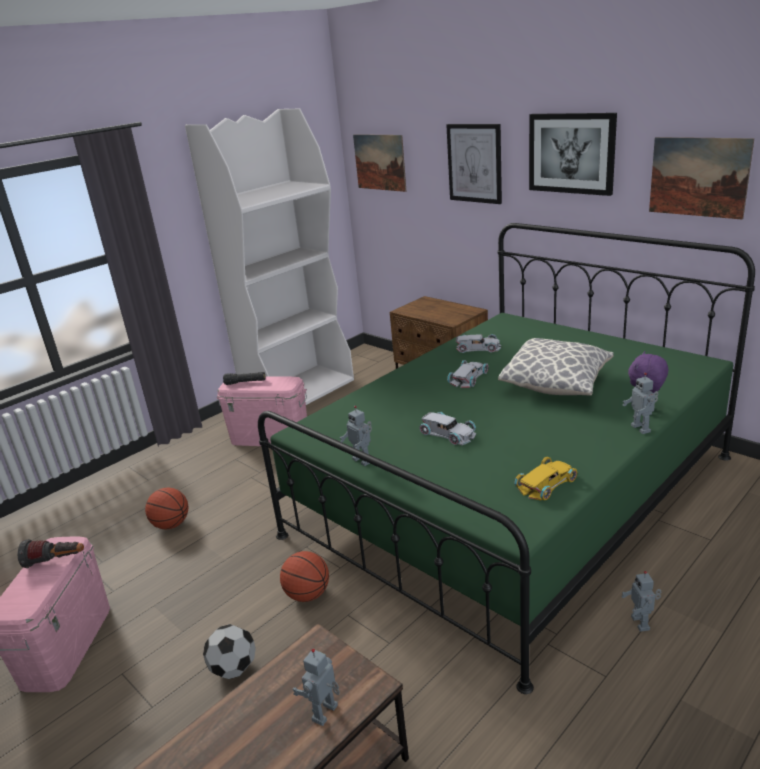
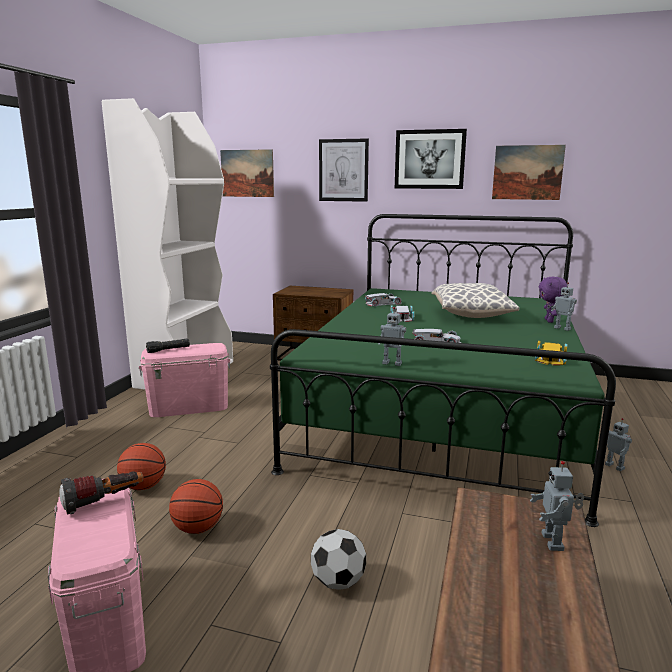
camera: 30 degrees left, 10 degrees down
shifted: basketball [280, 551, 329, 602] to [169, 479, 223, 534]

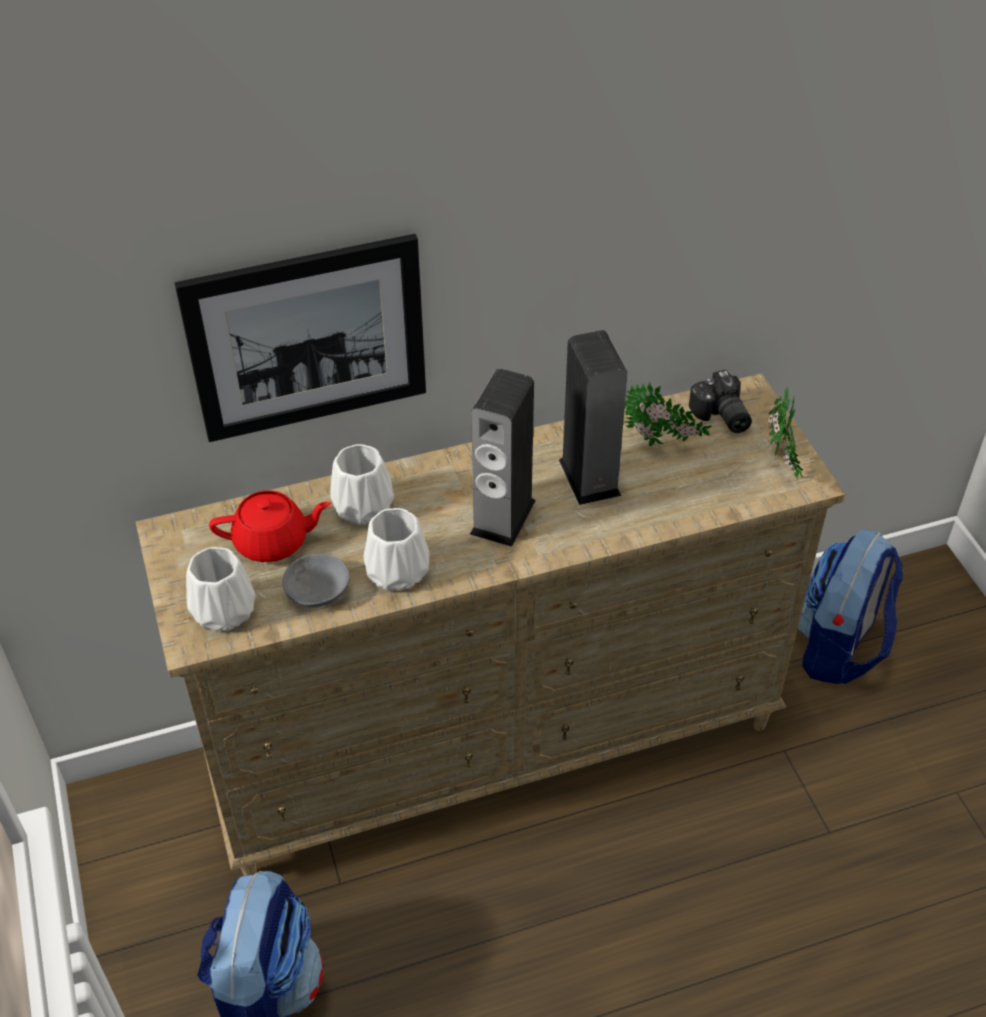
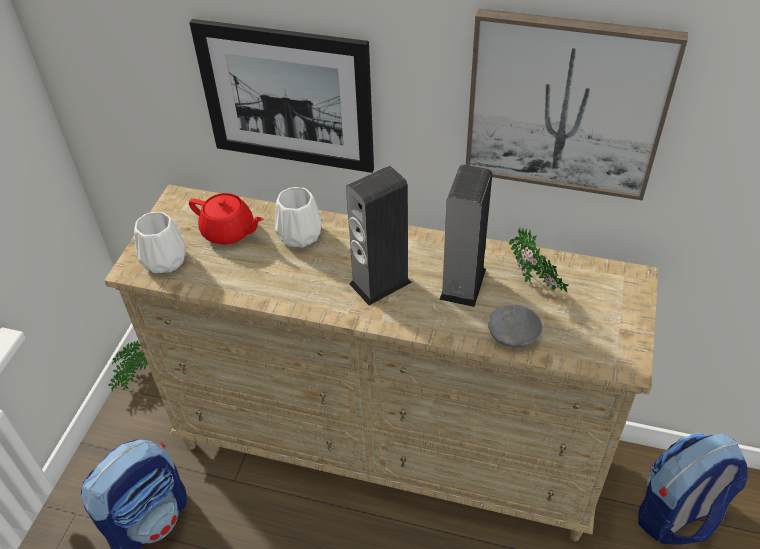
camera: 35 degrees right, 0 degrees up
gone: white vase [363, 508, 429, 591]; photo camera [689, 370, 752, 433]
new: picture [466, 8, 688, 201]
shifted: grey bowl [282, 554, 350, 607] to [488, 305, 542, 348]; potted plant [768, 387, 805, 480] to [108, 341, 148, 392]

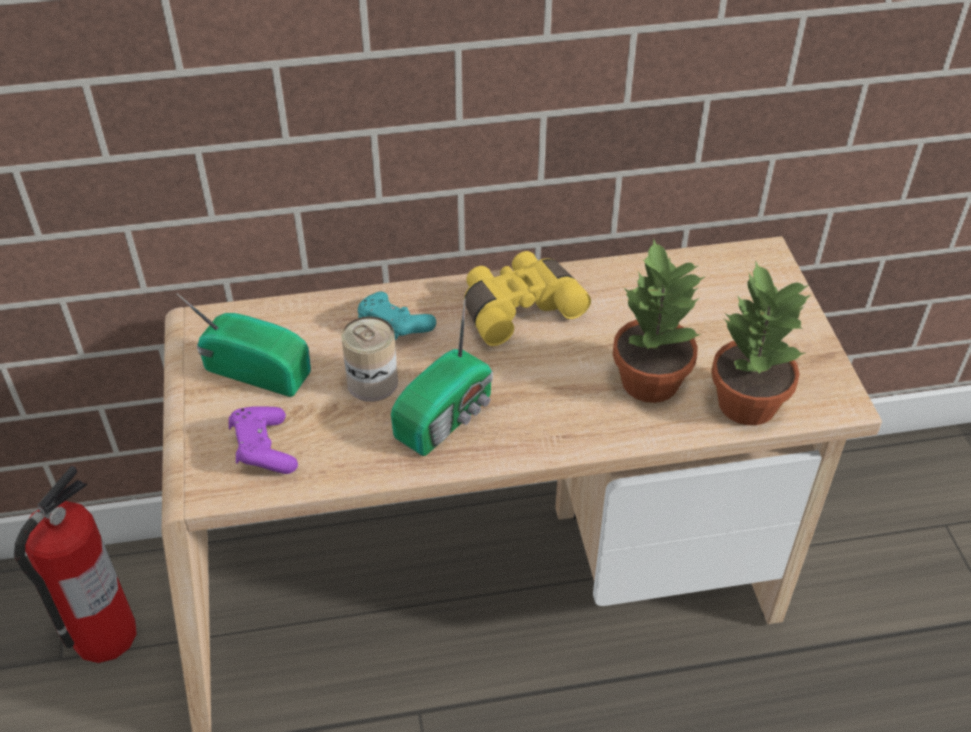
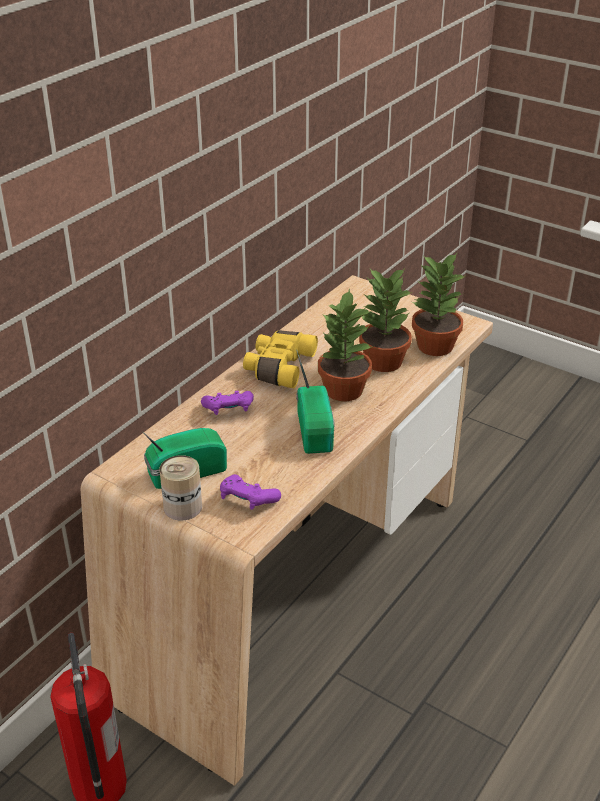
camera: 45 degrees left, 10 degrees down
new: potted plant [318, 289, 372, 401]
shifted: can [341, 316, 398, 402] to [159, 455, 202, 521]
repainted: turquoise game controller [358, 291, 436, 340] to purple game controller [201, 391, 254, 415]

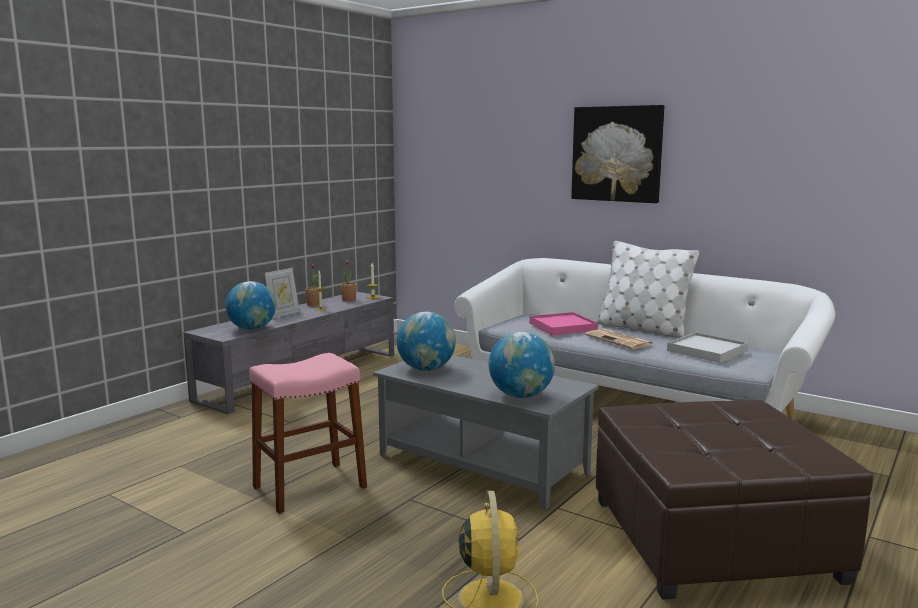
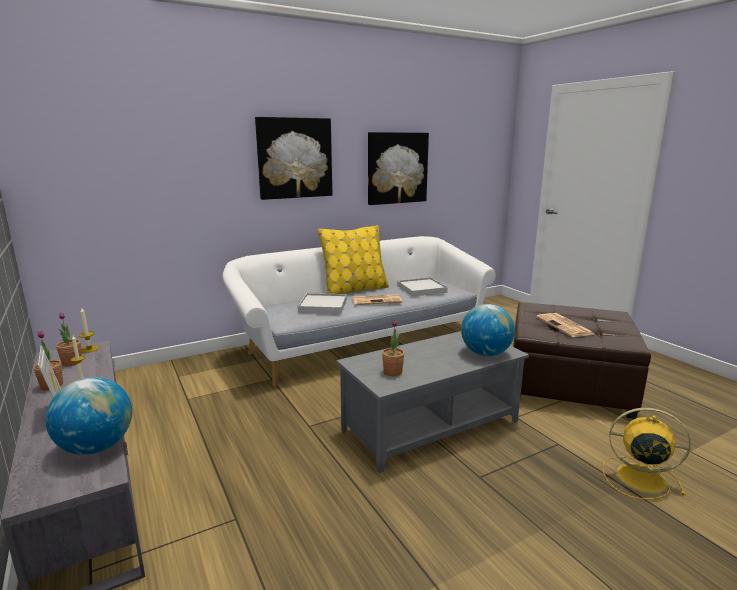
camera: 65 degrees left, 5 degrees up
gone: pink stool [249, 353, 367, 514]
new: picture [368, 132, 429, 205]; newspaper [536, 313, 595, 337]
swapped: globe [397, 312, 456, 371] to potted plant [382, 320, 404, 376]
repainted: pink tray [529, 312, 598, 335] to white tray [298, 293, 347, 314]; white pillow [596, 241, 700, 338] to yellow pillow [318, 225, 389, 294]

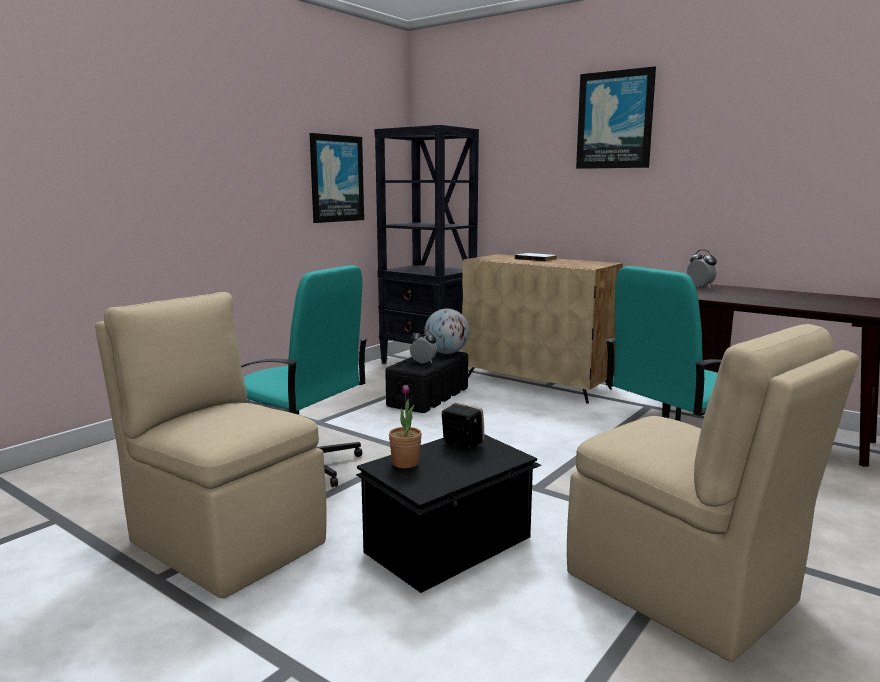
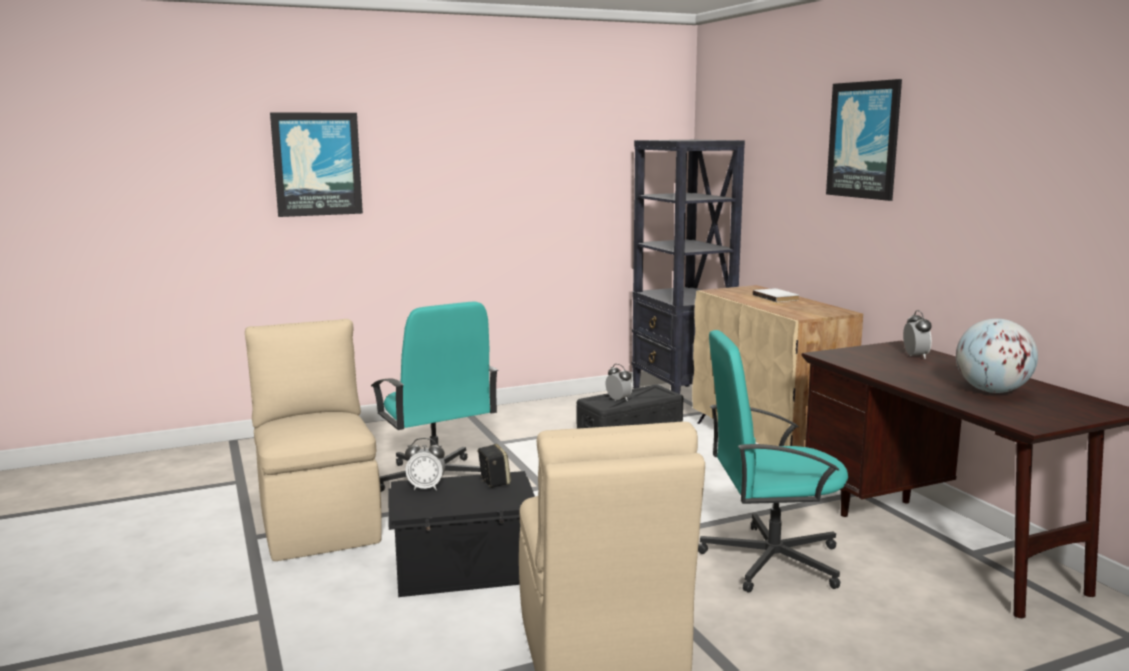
camera: 30 degrees right, 0 degrees up
shifted: picture [310, 133, 364, 223] to [270, 113, 363, 217]; globe [424, 309, 469, 354] to [956, 318, 1038, 393]
swapped: potted plant [389, 385, 422, 468] to alarm clock [405, 438, 445, 490]

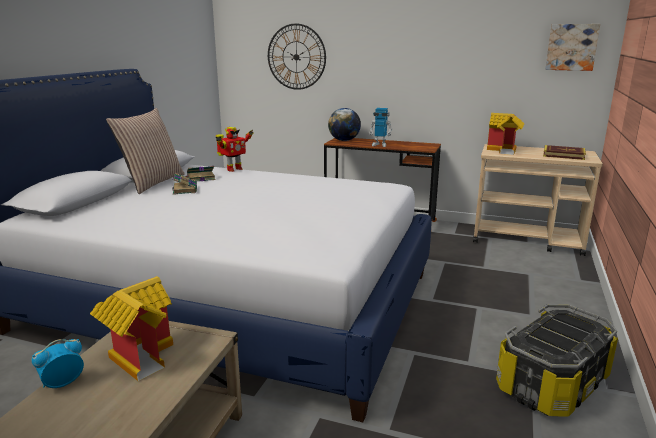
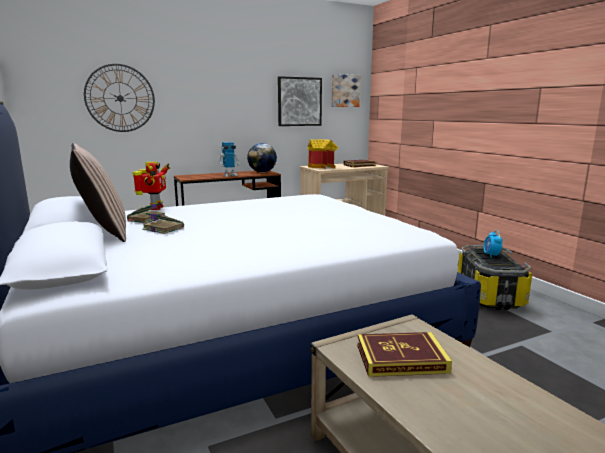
camera: 45 degrees left, 5 degrees down
new: picture [278, 76, 322, 126]
shifted: alarm clock [32, 339, 84, 388] to [483, 230, 503, 258]; globe [328, 108, 361, 141] to [247, 143, 277, 173]
swapped: toy house [90, 276, 173, 381] to book [357, 332, 452, 377]

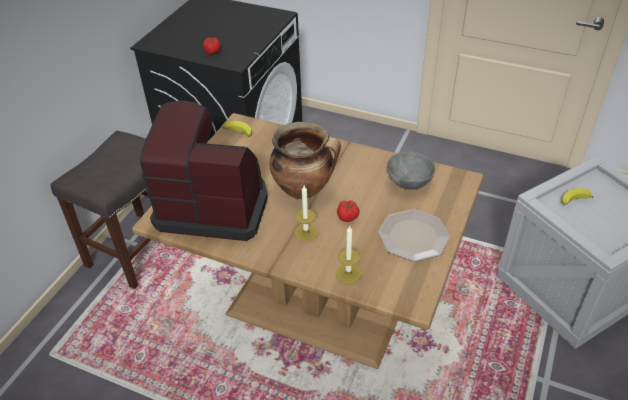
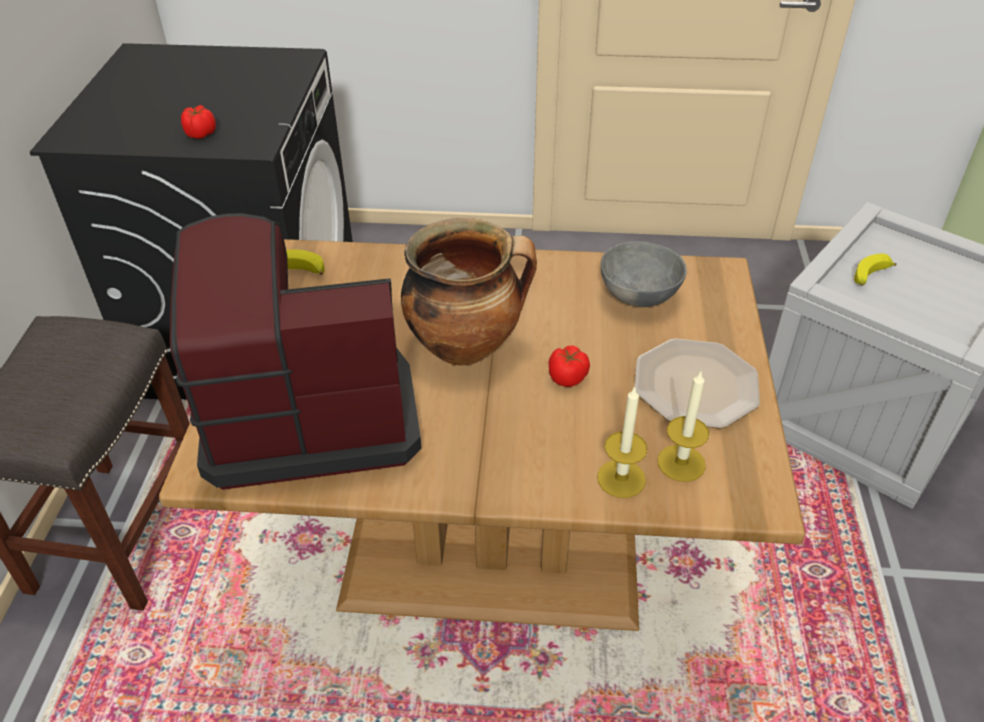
camera: 20 degrees left, 0 degrees up
shifted: candle [294, 185, 318, 242] to [657, 370, 709, 482]

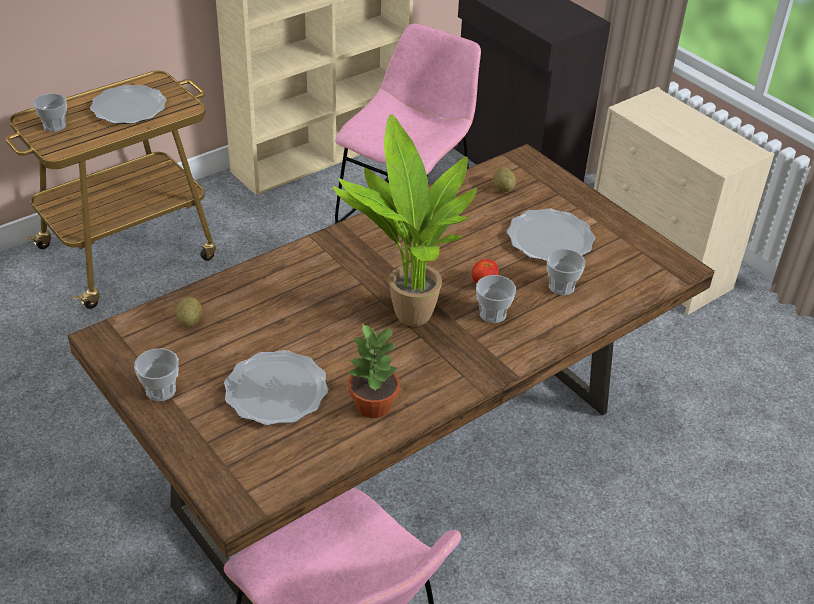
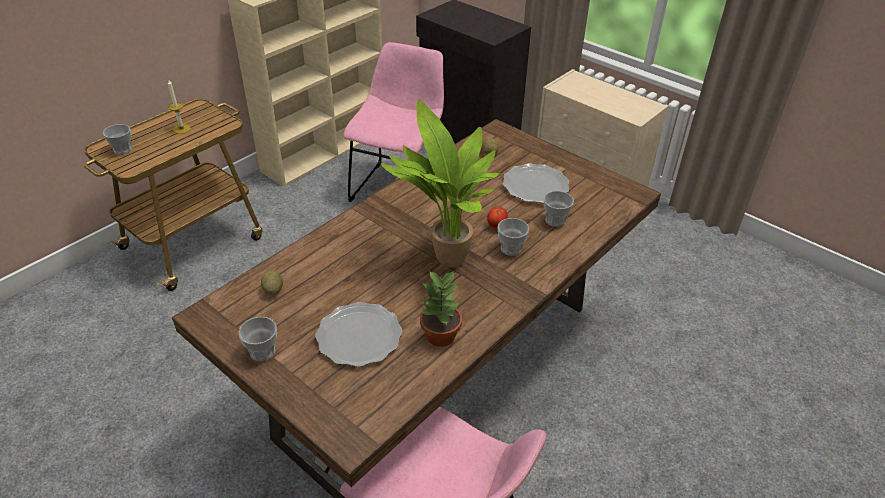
camera: 10 degrees left, 0 degrees up
swapped: plate [90, 85, 167, 124] to candle [168, 80, 191, 134]

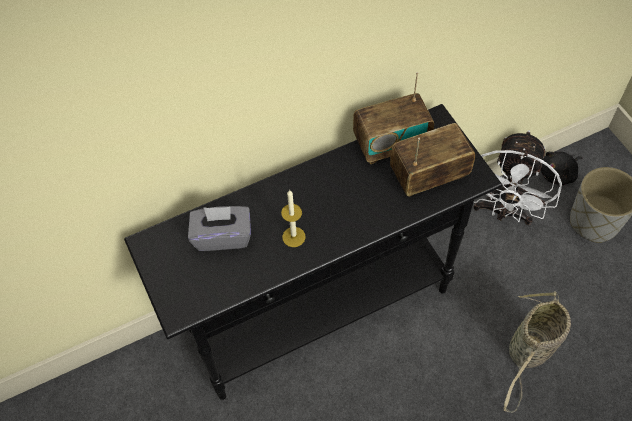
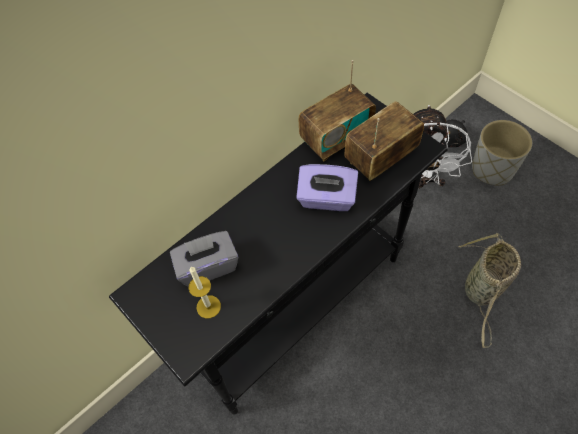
camera: 15 degrees left, 0 degrees up
new: purple tissue box [296, 164, 358, 211]
shifted: candle [281, 190, 306, 247] to [189, 267, 221, 318]

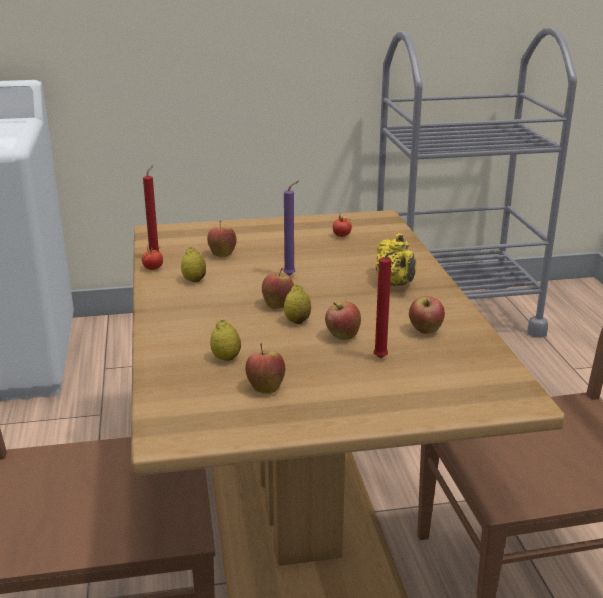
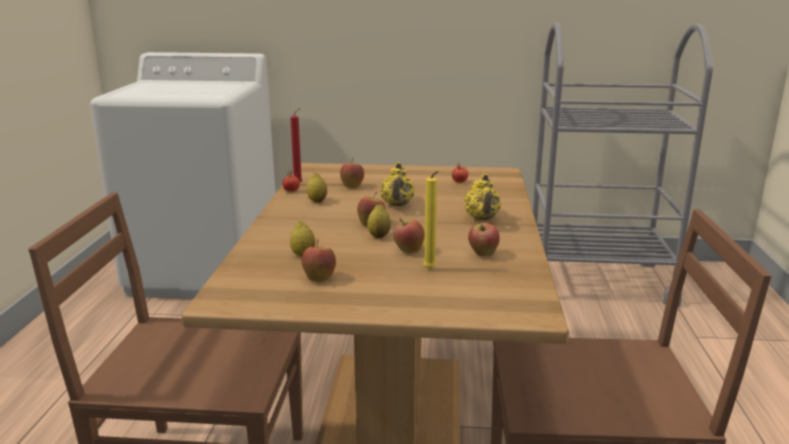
camera: 15 degrees right, 5 degrees down
swapped: purple candle [283, 181, 299, 276] to yellow teapot [381, 162, 415, 206]
repainted: red candle [373, 251, 396, 358] to yellow candle [423, 171, 438, 269]

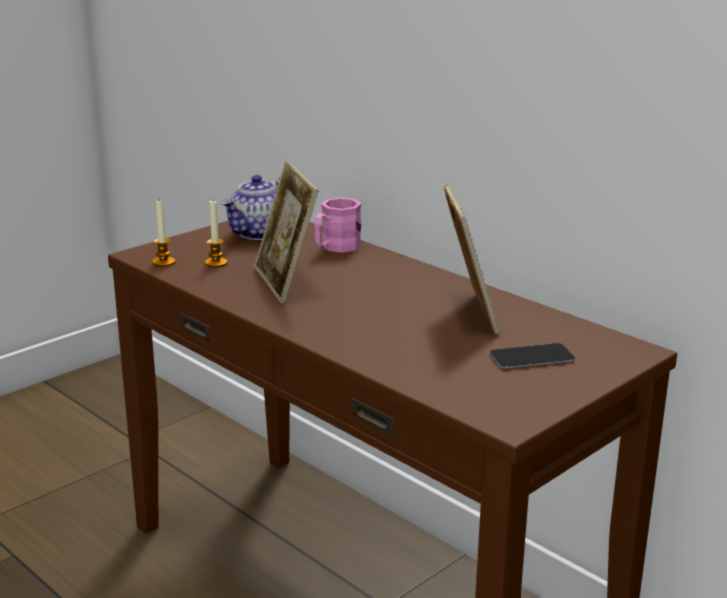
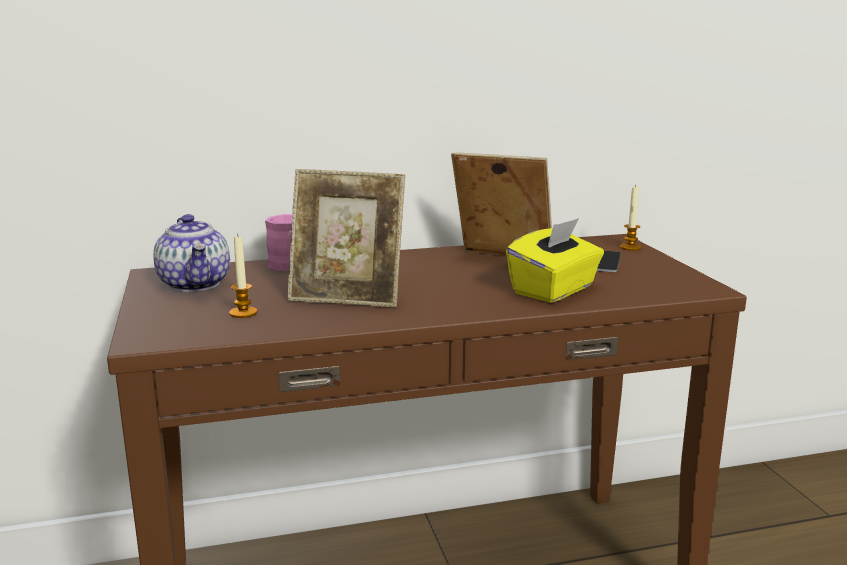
camera: 60 degrees left, 5 degrees down
new: yellow tissue box [506, 218, 604, 303]
shifted: candle [152, 201, 175, 267] to [619, 184, 642, 251]

